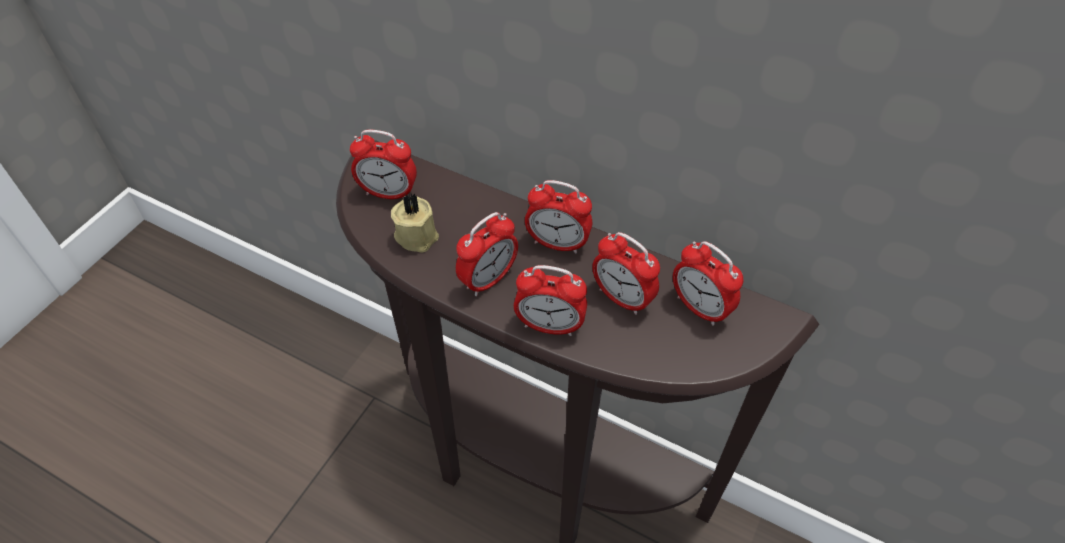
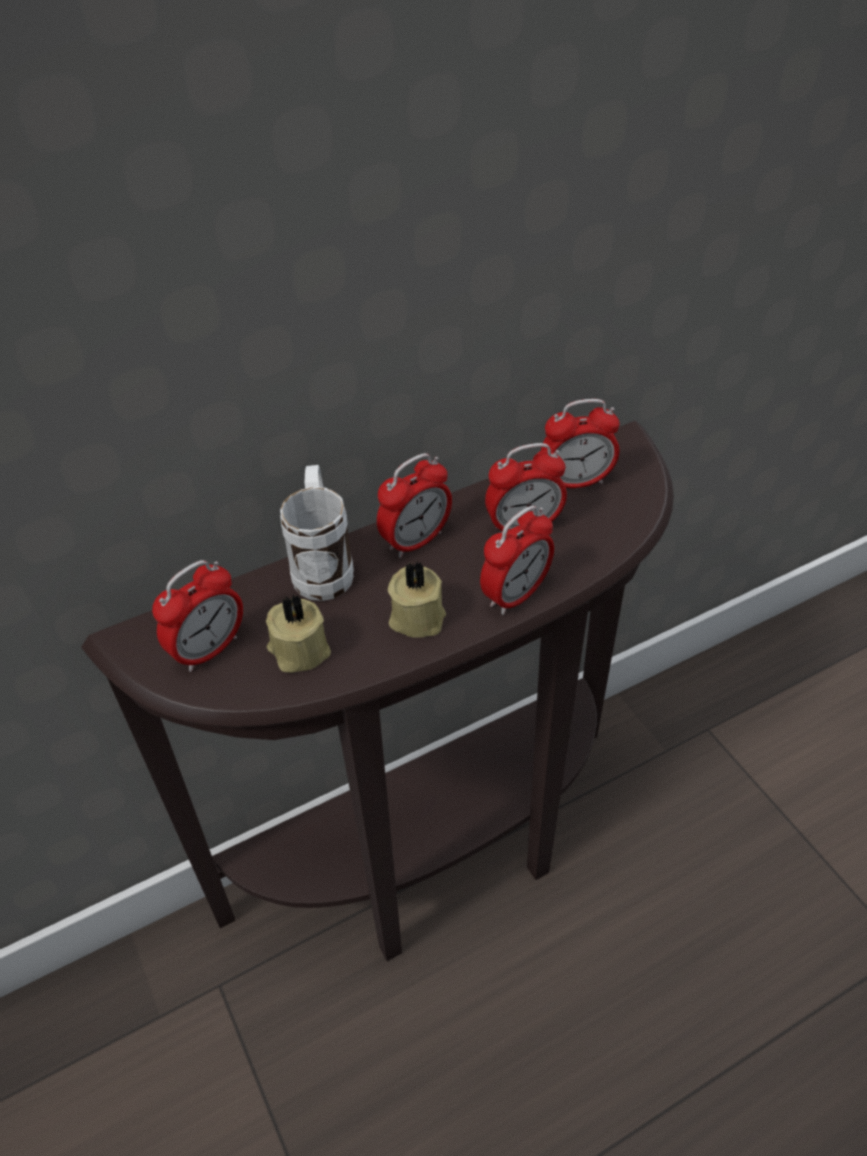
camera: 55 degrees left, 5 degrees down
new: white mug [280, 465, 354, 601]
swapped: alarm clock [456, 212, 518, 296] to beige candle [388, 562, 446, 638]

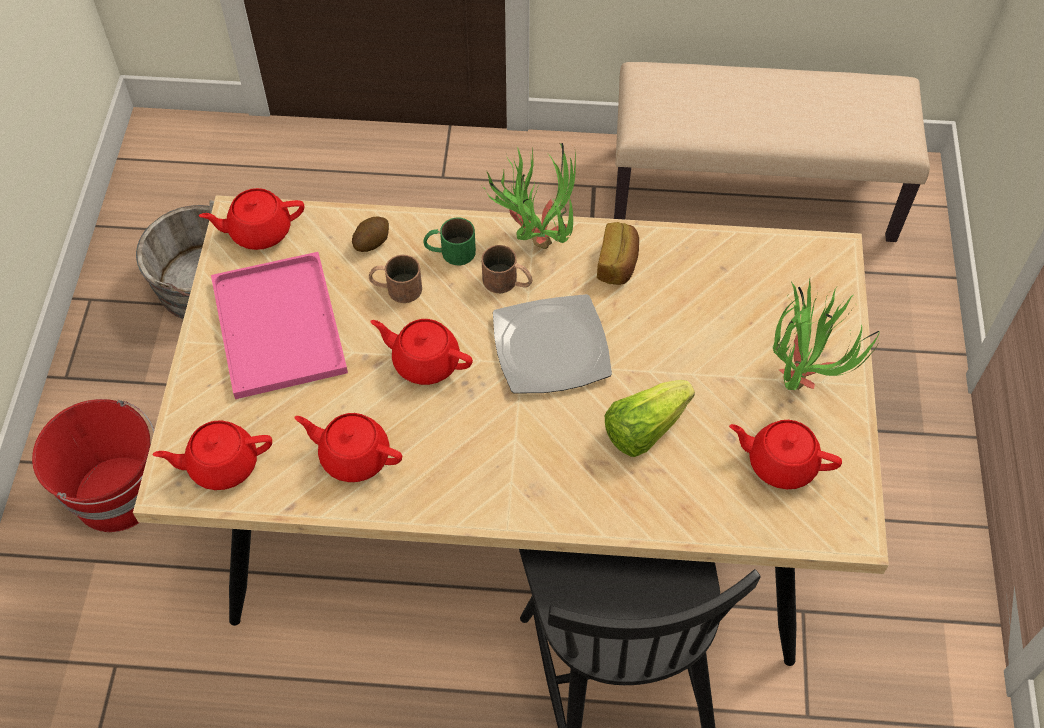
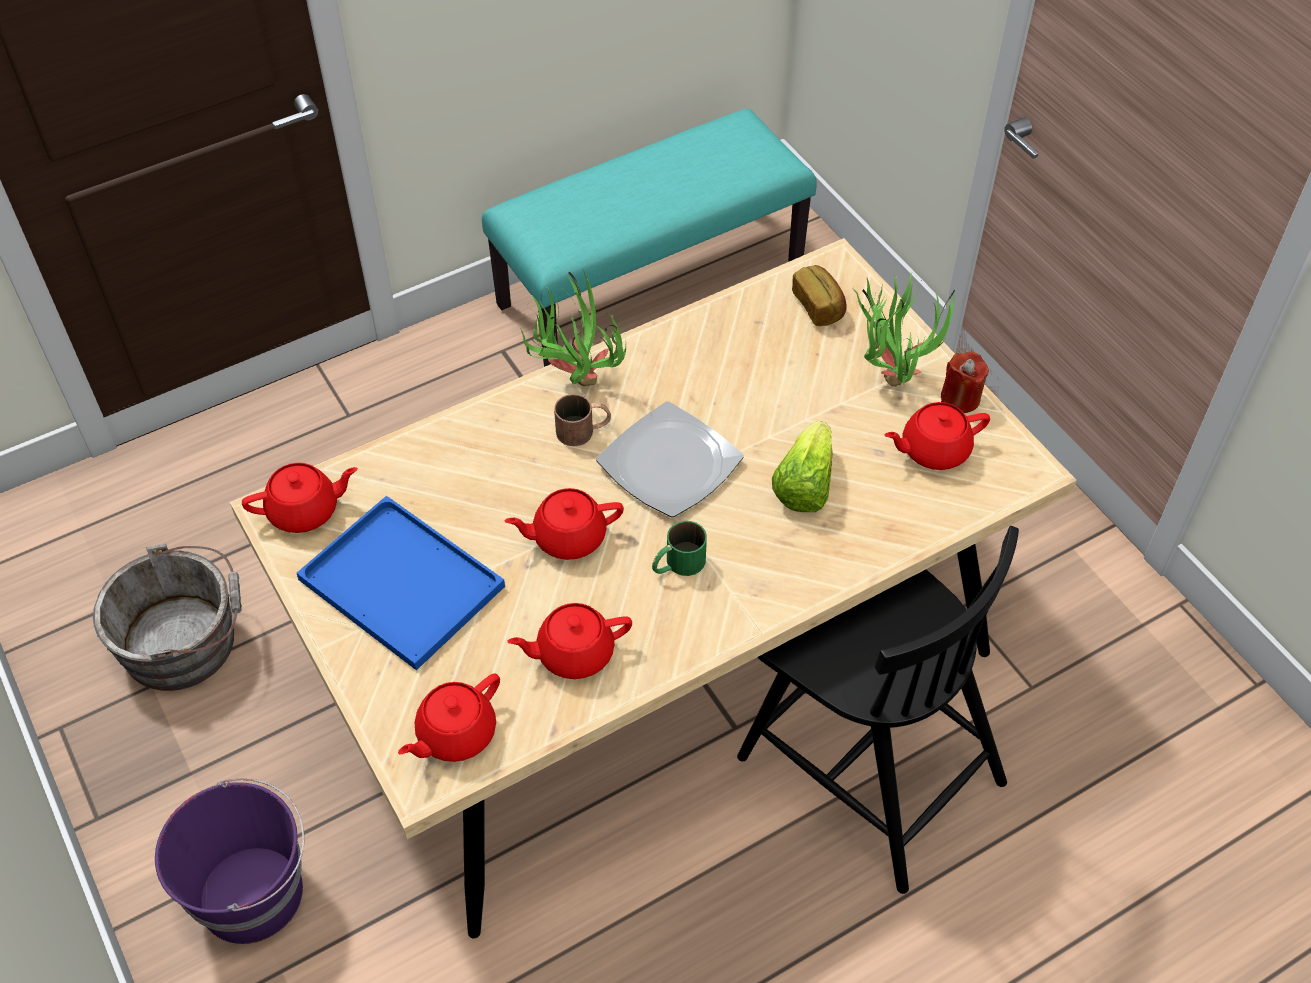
camera: 35 degrees left, 5 degrees down
gone: potato [352, 216, 389, 252]; brown mug [369, 255, 422, 303]
new: red candle [941, 351, 989, 413]
shifted: green mug [423, 218, 476, 265] to [652, 521, 707, 576]; bread [597, 222, 639, 285] to [792, 265, 847, 326]
repainted: red bucket [32, 399, 154, 532] to purple bucket [155, 778, 304, 944]; pink tray [211, 252, 348, 399] to blue tray [297, 496, 505, 670]; beige bench [614, 62, 930, 242] to turquoise bench [482, 109, 817, 367]
rotated: red teapot [199, 188, 304, 250] = [242, 463, 358, 533] 150 degrees counterclockwise

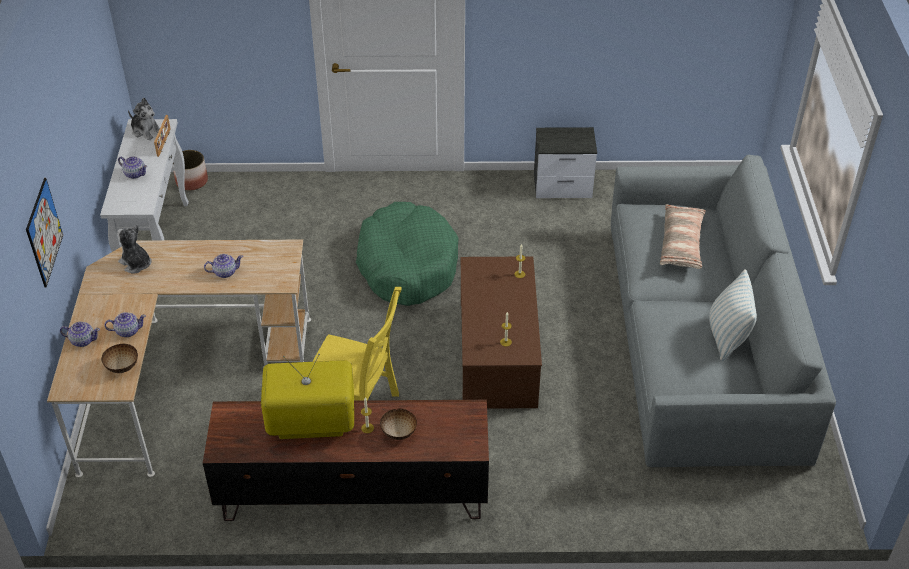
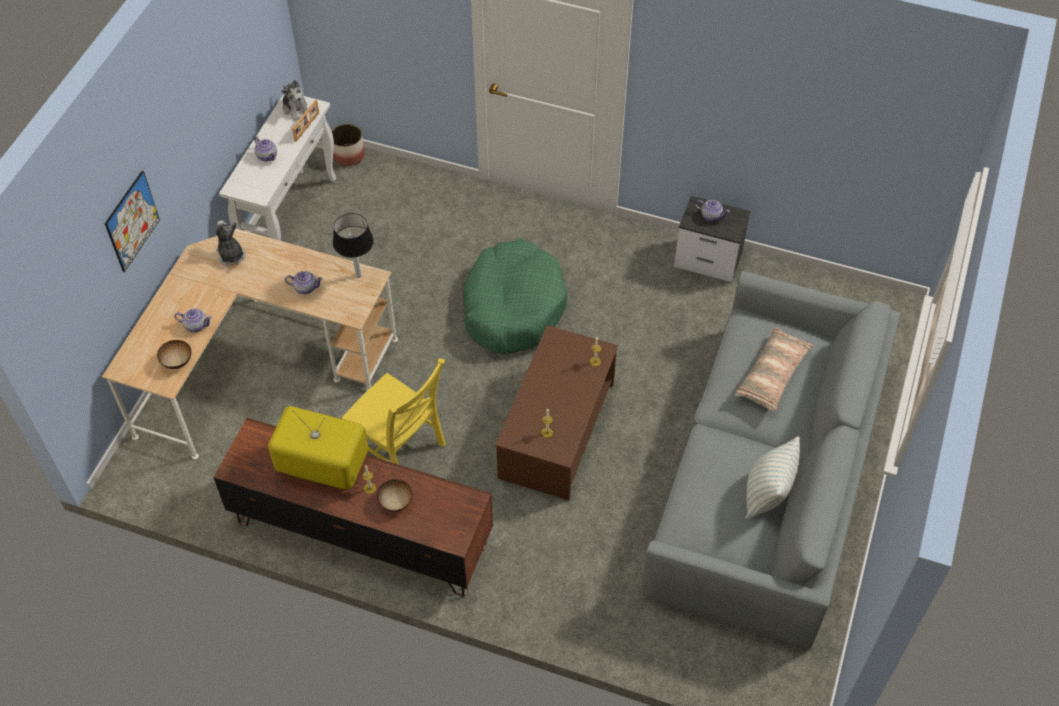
camera: 20 degrees right, 10 degrees up
new: table lamp [333, 213, 374, 278]
shifted: teapot [60, 322, 100, 347] to [695, 200, 730, 221]

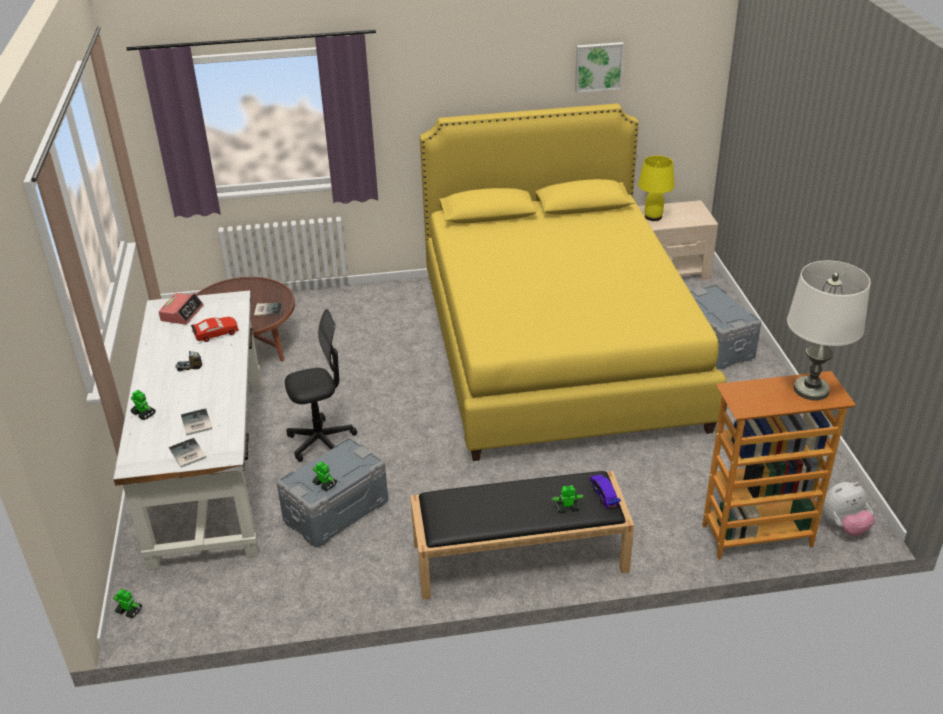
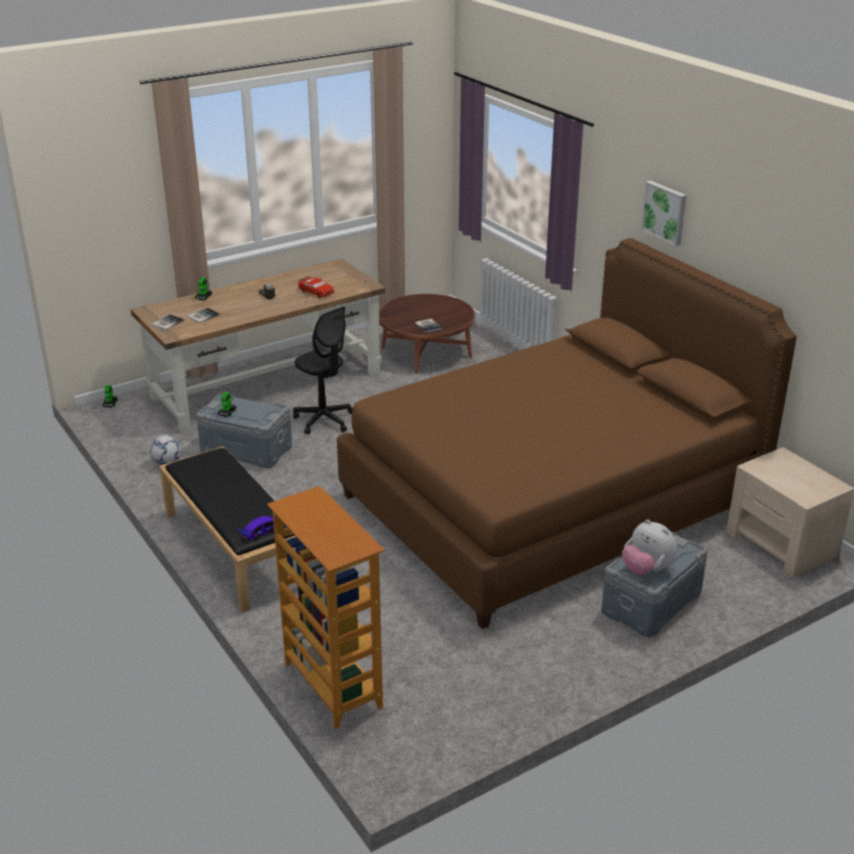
camera: 65 degrees right, 5 degrees down
gone: alarm clock [158, 293, 204, 325]; toy robot [551, 485, 584, 513]; yellow table lamp [638, 156, 675, 221]; white table lamp [787, 261, 871, 401]
new: football [150, 435, 182, 465]
shifted: picture [575, 42, 624, 93] to [641, 181, 687, 246]; plush toy [821, 482, 875, 536] to [622, 520, 677, 575]
repainted: white desk [113, 290, 262, 570] to brown desk [131, 259, 385, 433]; yellow bed [420, 103, 727, 461] to brown bed [337, 238, 797, 629]

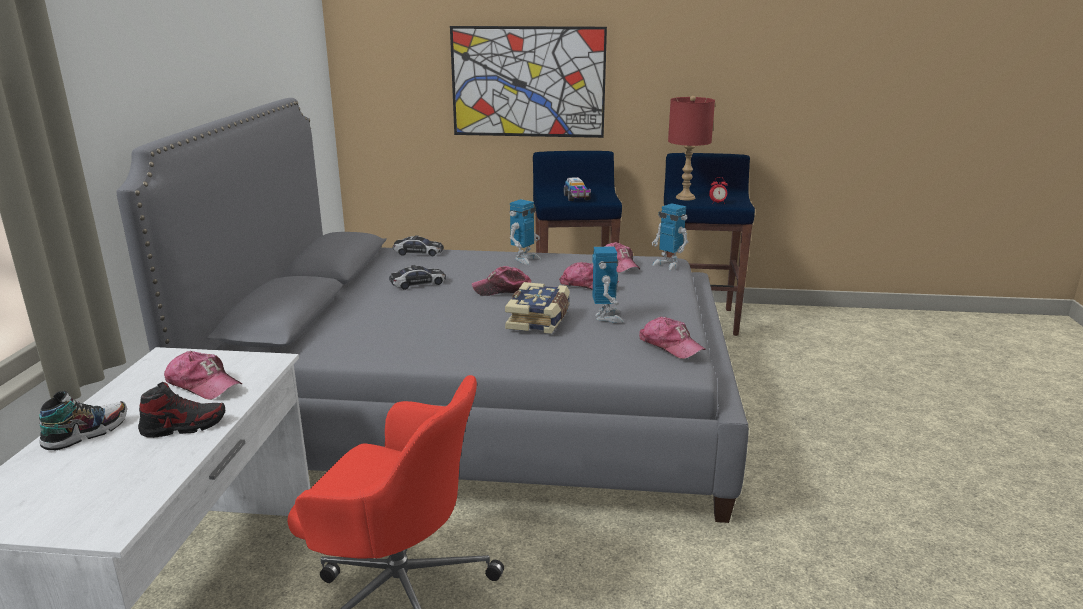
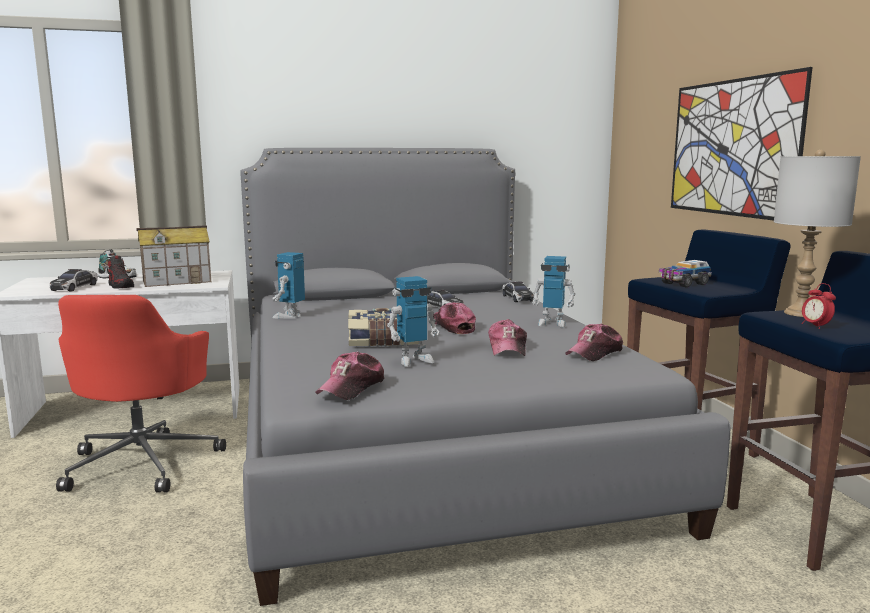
camera: 70 degrees right, 10 degrees down
new: toy car [49, 269, 98, 291]
shifted: toy robot [652, 203, 688, 270] to [273, 252, 305, 319]
swapped: cap [164, 351, 242, 400] to toy house [136, 225, 211, 287]
repainted: red table lamp [668, 96, 715, 200] to grey table lamp [774, 150, 861, 317]

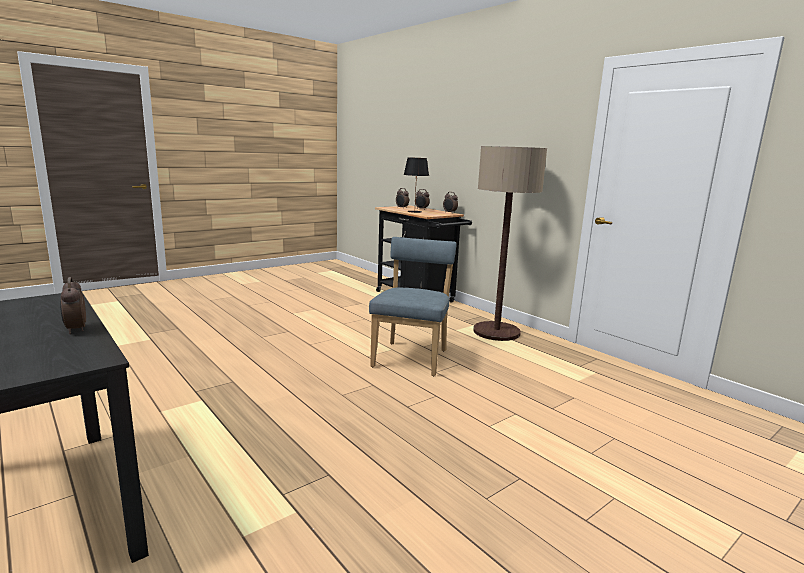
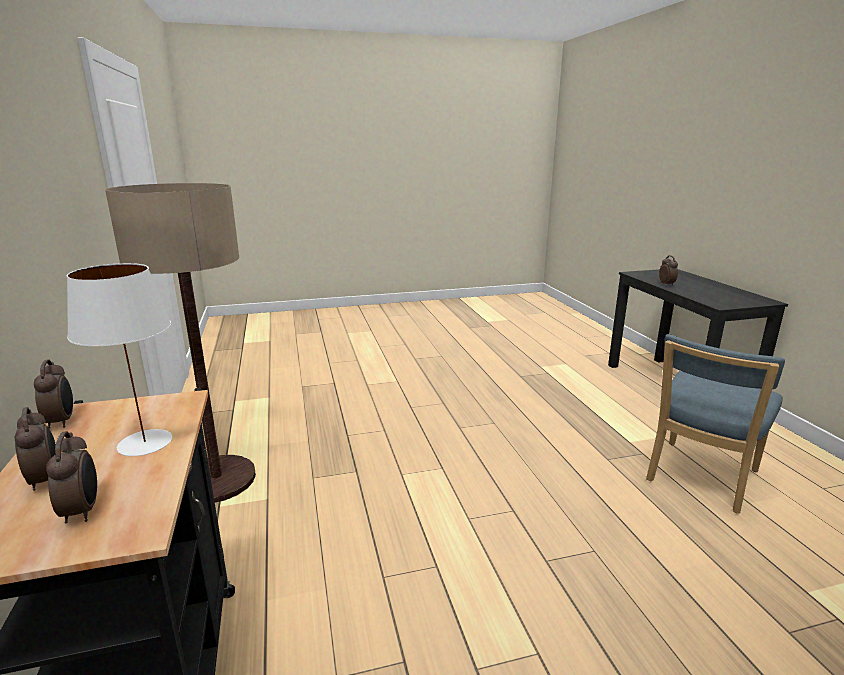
camera: 155 degrees left, 5 degrees up
shifted: blue chair [369, 237, 457, 376] to [646, 334, 785, 514]
repainted: black table lamp [404, 157, 429, 213] to white table lamp [67, 263, 172, 456]

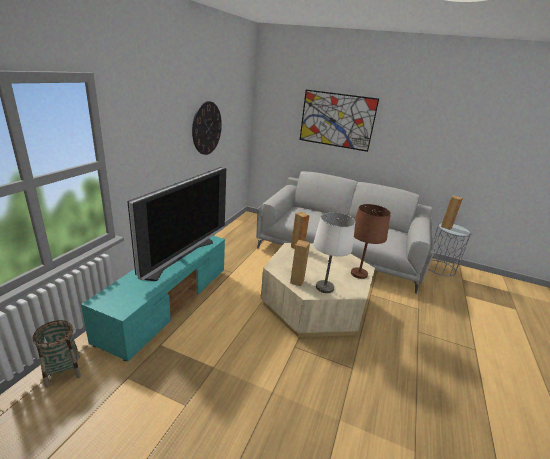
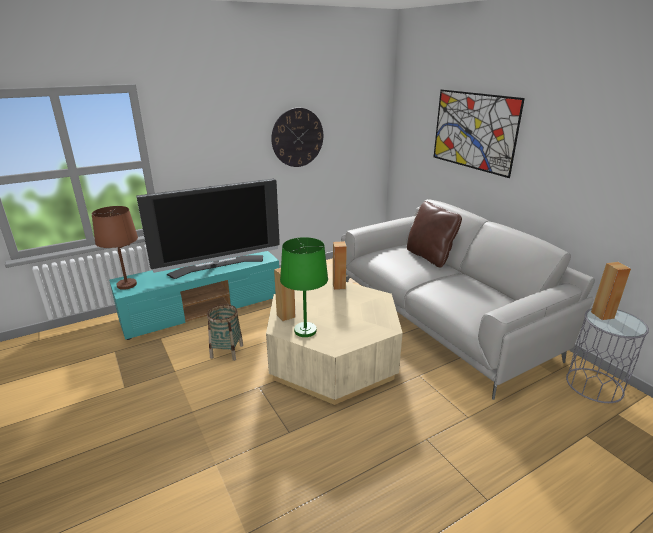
camera: 40 degrees right, 0 degrees up
new: brown pillow [407, 201, 462, 268]
shifted: basket [33, 320, 81, 388] to [207, 304, 243, 361]; brown table lamp [351, 204, 391, 279] to [92, 206, 138, 290]
repainted: white table lamp [313, 212, 355, 293] to green table lamp [280, 237, 328, 337]

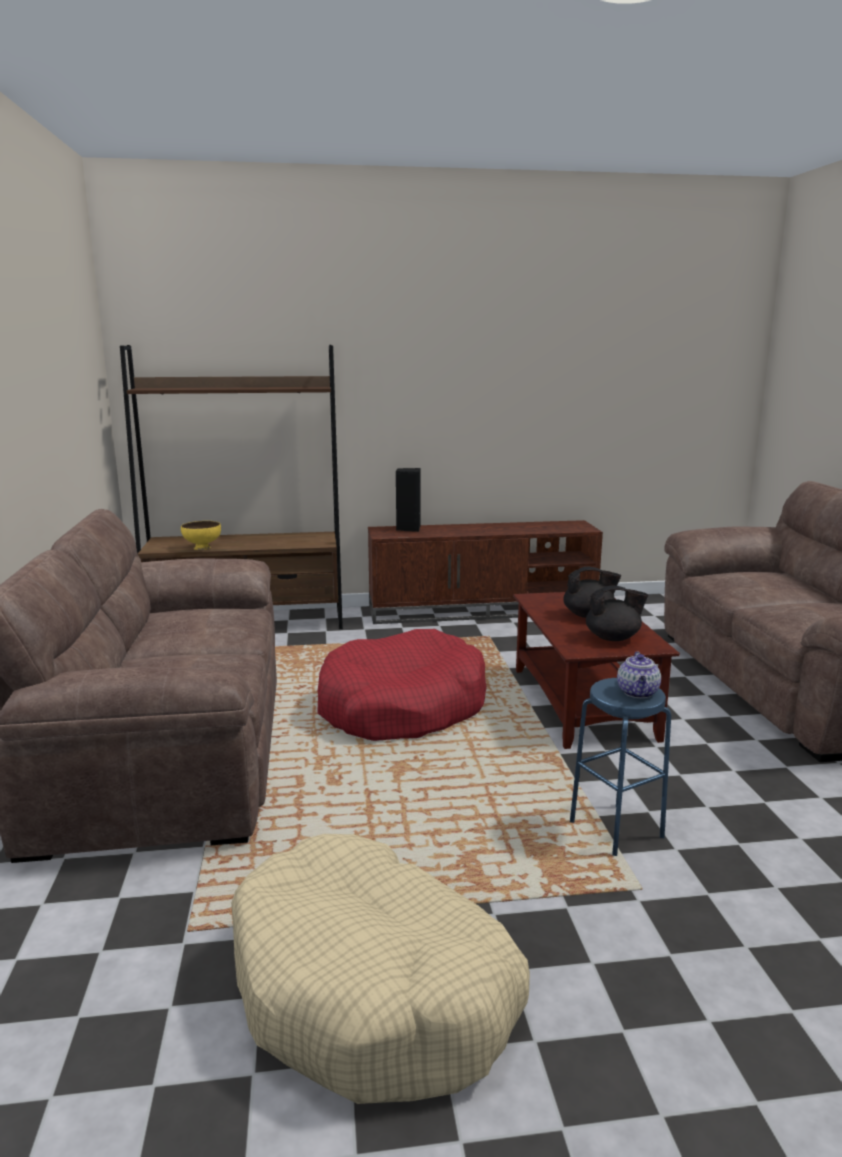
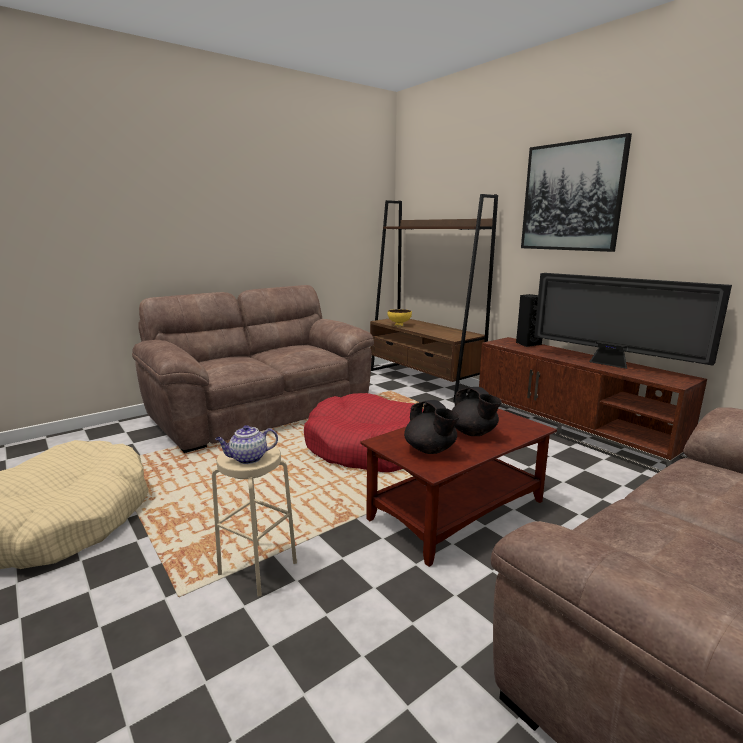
camera: 60 degrees right, 0 degrees up
new: picture [521, 133, 632, 252]; television [534, 273, 732, 369]
repainted: blue stool [570, 678, 671, 856] to beige stool [212, 443, 297, 596]

